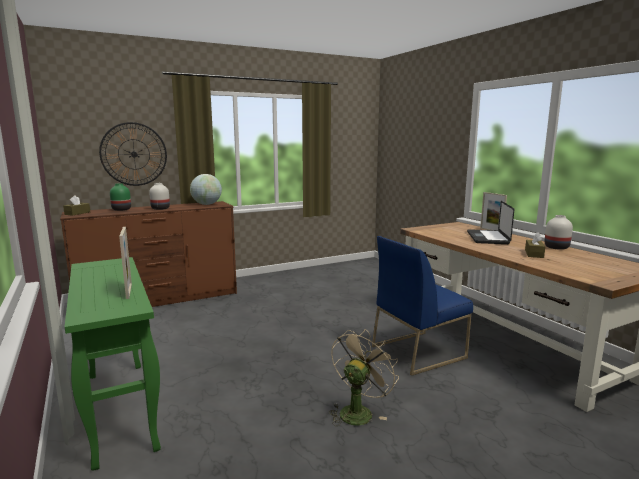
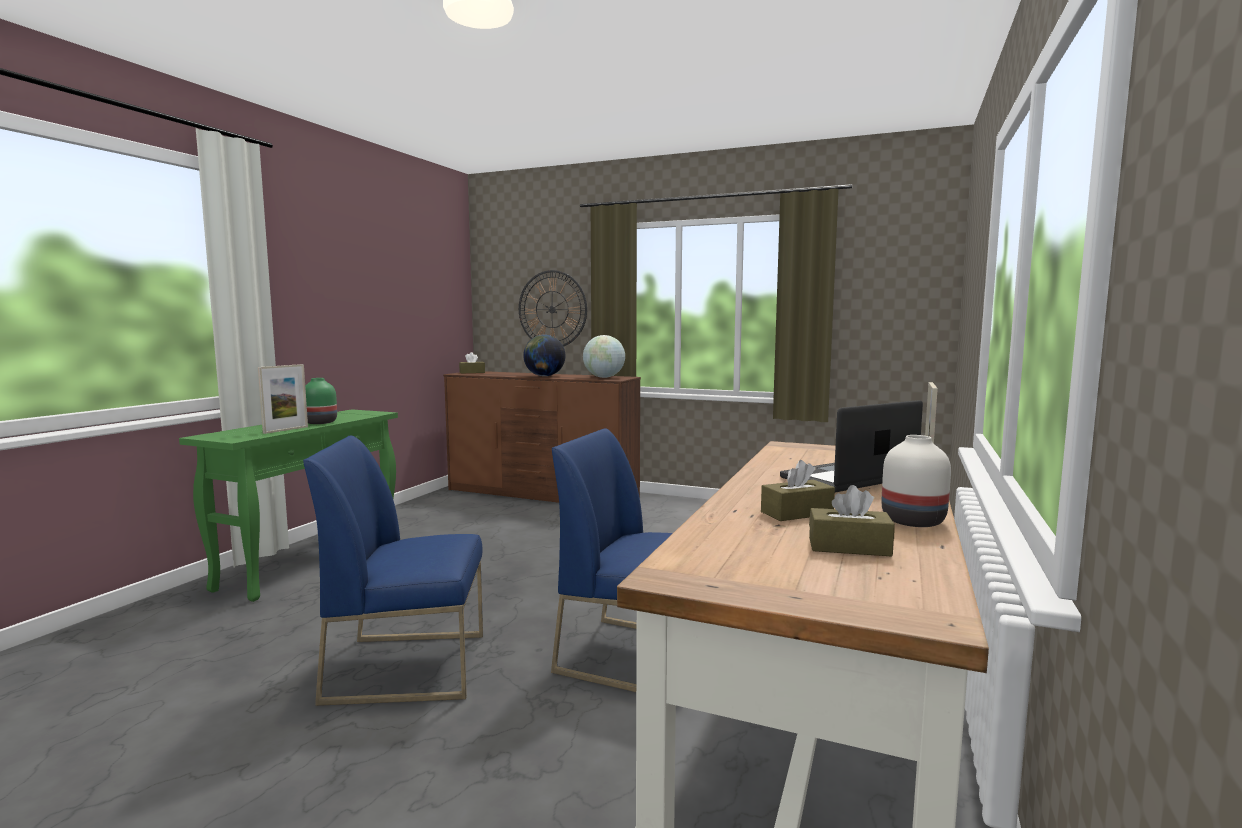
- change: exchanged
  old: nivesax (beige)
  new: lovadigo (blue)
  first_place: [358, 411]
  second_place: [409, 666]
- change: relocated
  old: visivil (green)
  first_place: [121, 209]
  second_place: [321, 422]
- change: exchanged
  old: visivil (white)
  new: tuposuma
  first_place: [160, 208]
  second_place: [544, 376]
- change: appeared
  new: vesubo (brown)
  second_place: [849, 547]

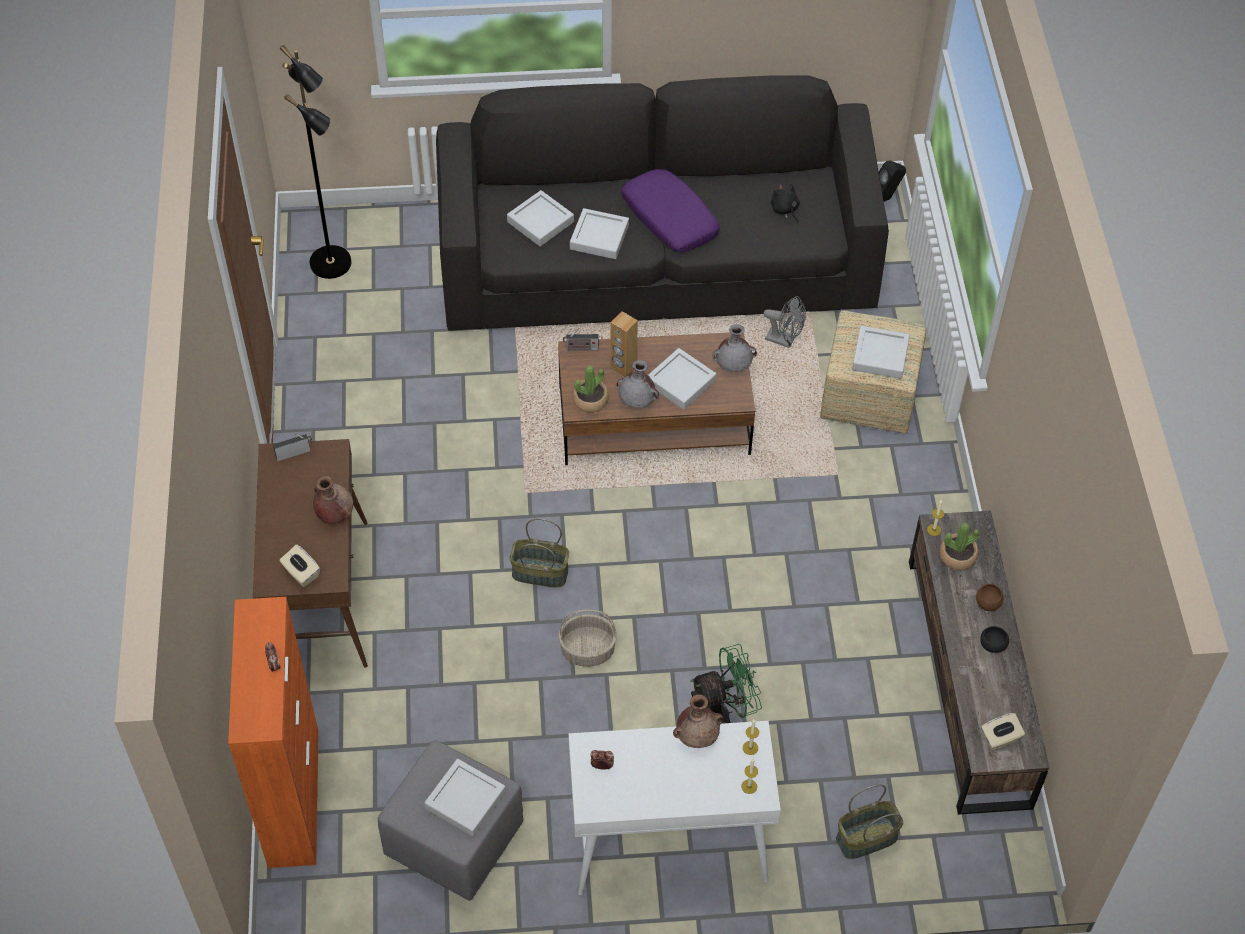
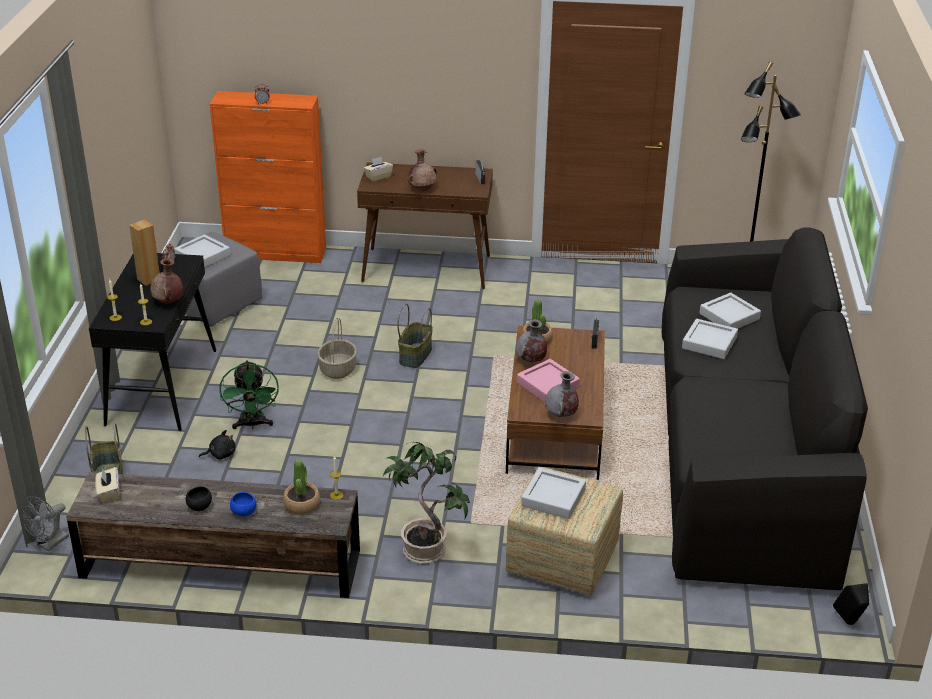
- change: relocated
  old: nivesax (grey)
  first_place: [784, 340]
  second_place: [50, 544]
- change: colour
  old: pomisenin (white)
  new: pomisenin (black)
  first_place: [667, 842]
  second_place: [162, 386]
- change: relocated
  old: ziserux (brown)
  first_place: [623, 368]
  second_place: [148, 279]
- change: relocated
  old: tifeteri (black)
  first_place: [785, 210]
  second_place: [220, 454]
- change: colour
  old: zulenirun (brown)
  new: zulenirun (blue)
  first_place: [987, 604]
  second_place: [244, 512]
- change: appeared
  new: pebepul
  second_place: [426, 549]
- change: colour
  old: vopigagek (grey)
  new: vopigagek (pink)
  first_place: [681, 382]
  second_place: [547, 385]
- change: missing
  old: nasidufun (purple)
  first_place: [669, 219]

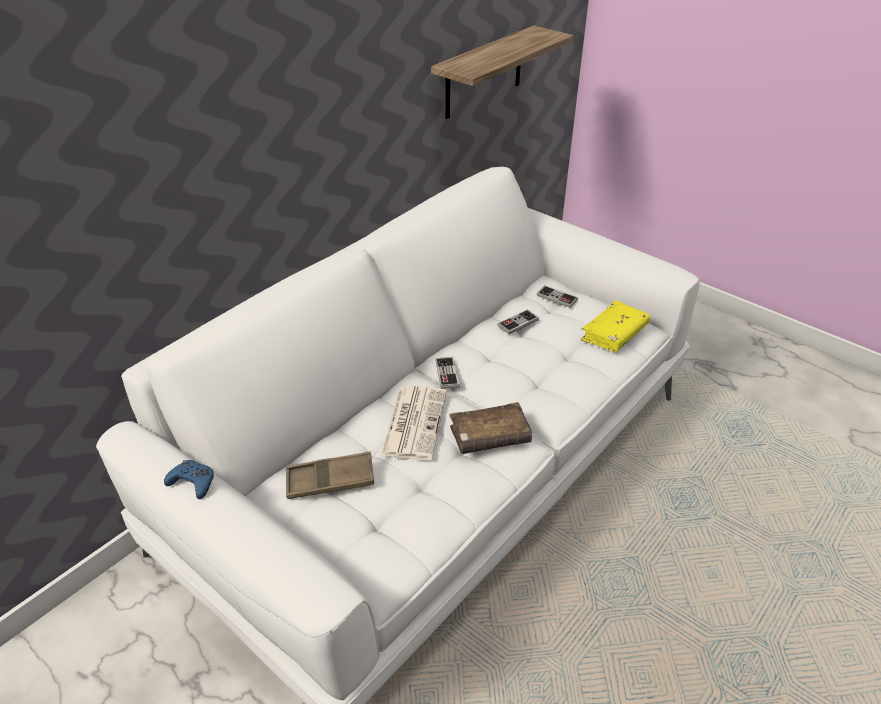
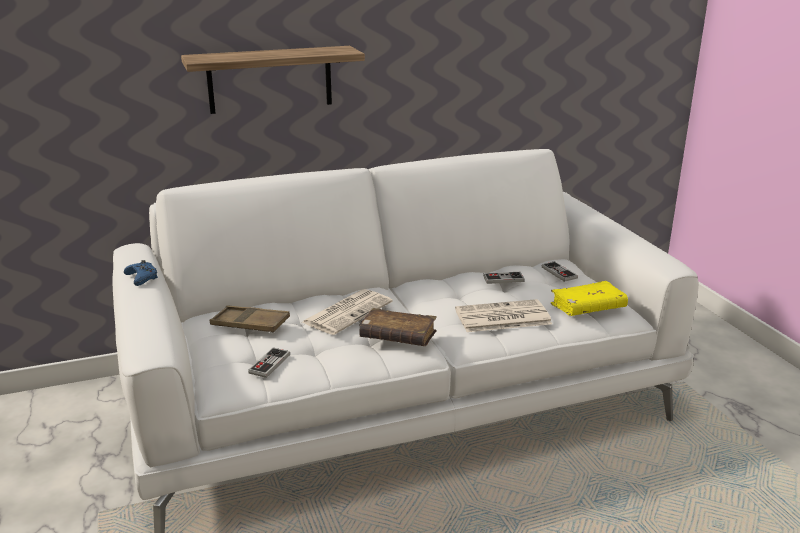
- change: relocated
  old: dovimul
  first_place: [484, 73]
  second_place: [270, 79]
- change: relocated
  old: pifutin
  first_place: [447, 374]
  second_place: [269, 364]
- change: appeared
  new: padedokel
  second_place: [501, 317]

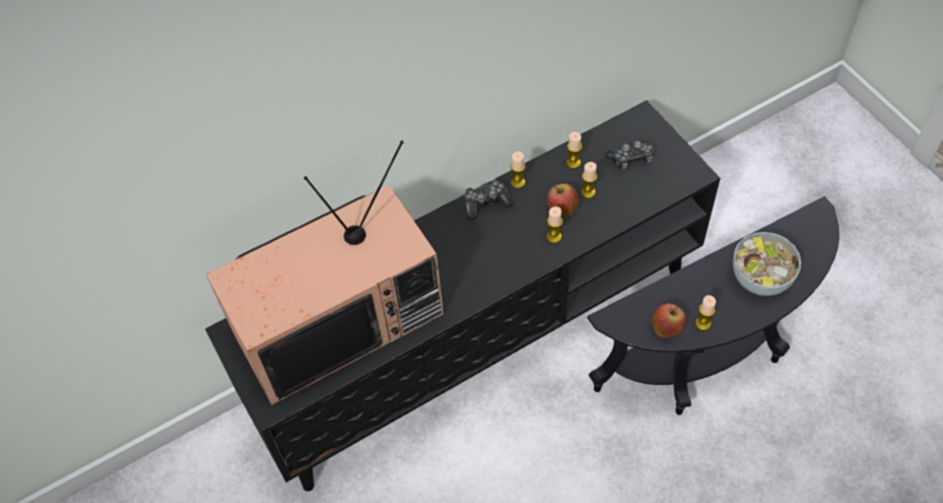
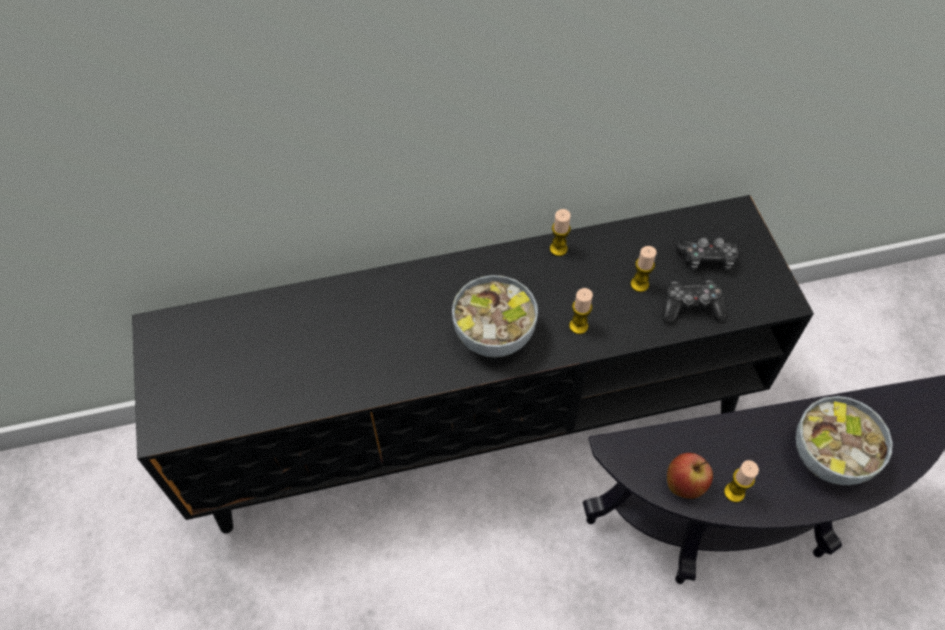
- change: appeared
  new: zulenirun
  second_place: [494, 334]
- change: relocated
  old: pifutin
  first_place: [486, 203]
  second_place: [691, 308]
- change: missing
  old: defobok
  first_place: [339, 319]
- change: missing
  old: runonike
  first_place: [562, 209]
- change: missing
  old: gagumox
  first_place: [573, 163]

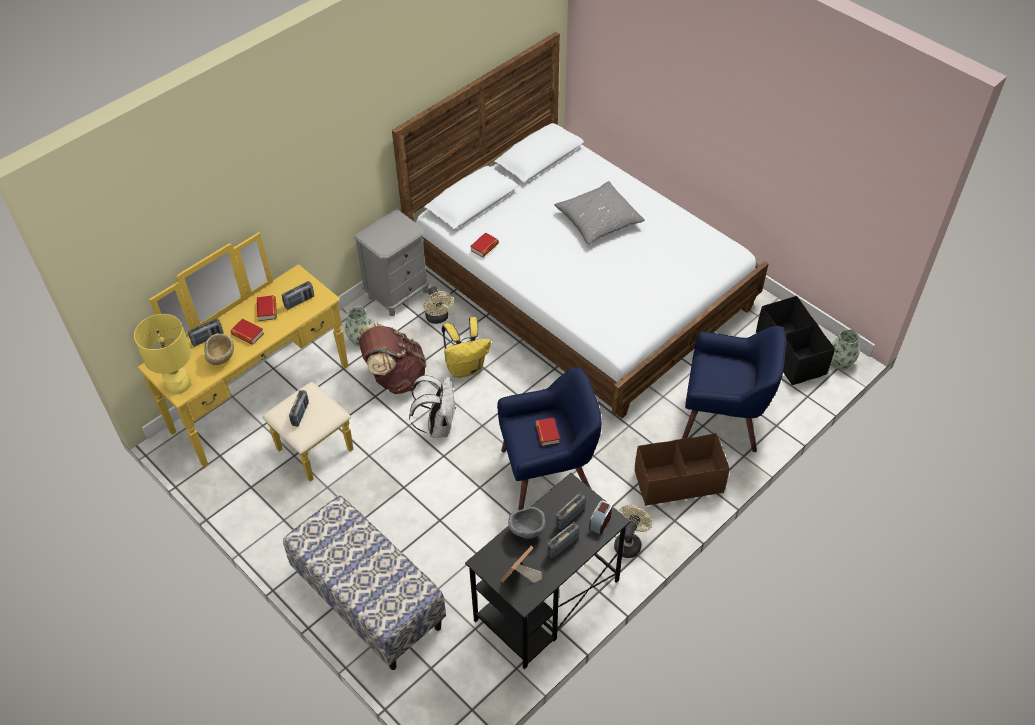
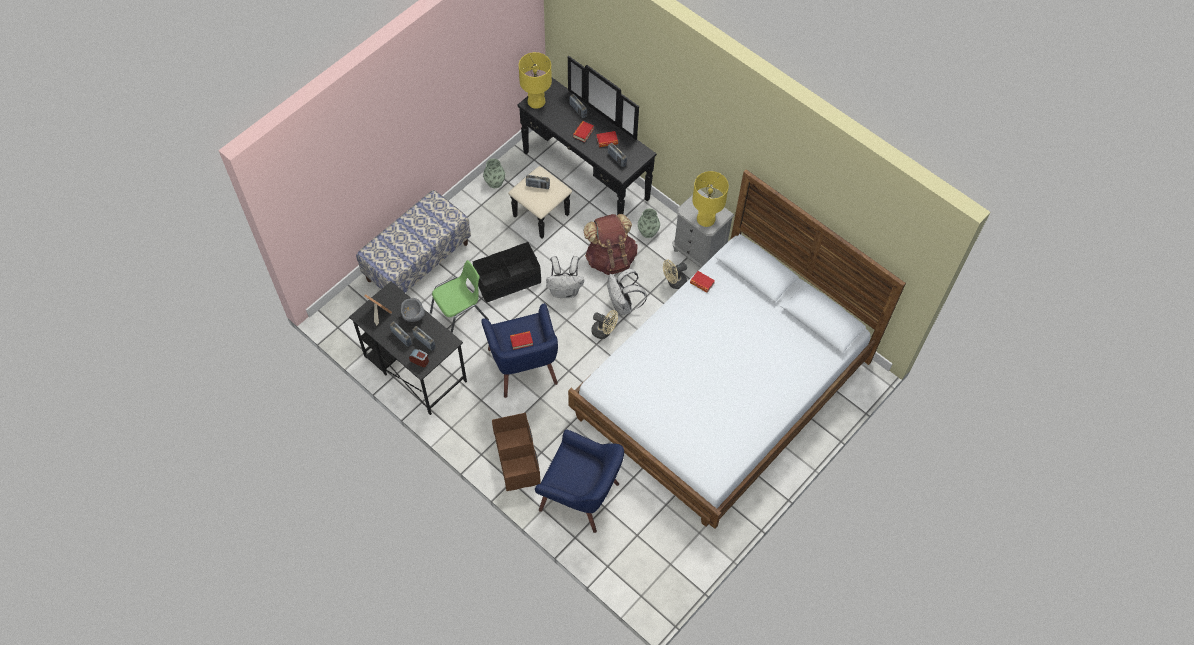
- change: appeared
  new: lovadigo (green)
  second_place: [460, 317]
- change: relocated
  old: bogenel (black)
  first_place: [791, 353]
  second_place: [508, 281]
- change: relocated
  old: visivil
  first_place: [840, 362]
  second_place: [495, 182]
- change: colour
  old: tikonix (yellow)
  new: tikonix (black)
  first_place: [273, 409]
  second_place: [576, 185]
- change: spun
  old: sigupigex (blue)
  first_place: [723, 418]
  second_place: [580, 496]
  degrees: -75
- change: relocated
  old: nivesax (beige)
  first_place: [629, 542]
  second_place: [604, 332]
- change: colour
  old: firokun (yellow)
  new: firokun (white)
  first_place: [466, 368]
  second_place: [623, 305]
- change: appeared
  new: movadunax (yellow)
  second_place: [706, 218]
- change: missing
  old: zulenirun (beige)
  first_place: [222, 358]
- change: missing
  old: nasidufun (grey)
  first_place: [598, 220]

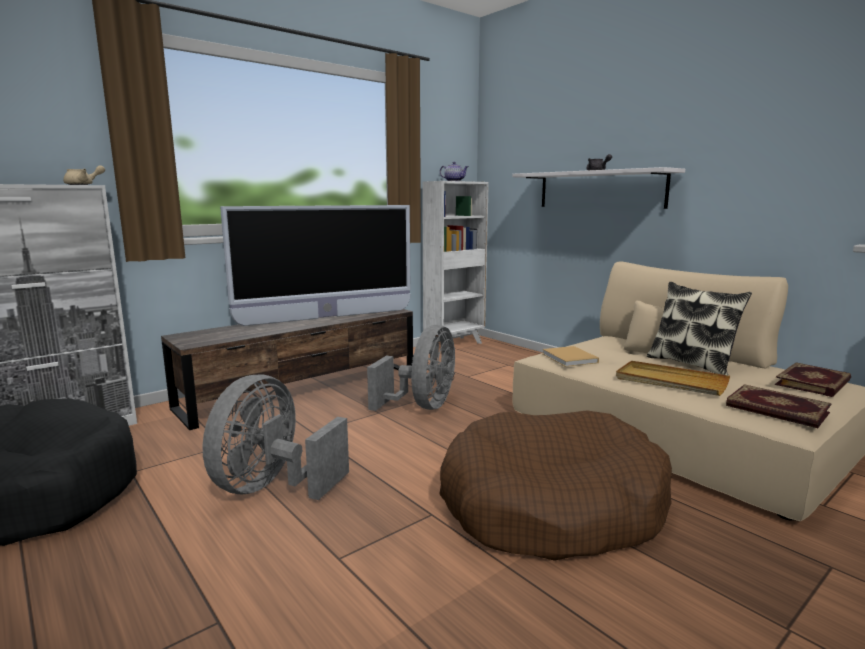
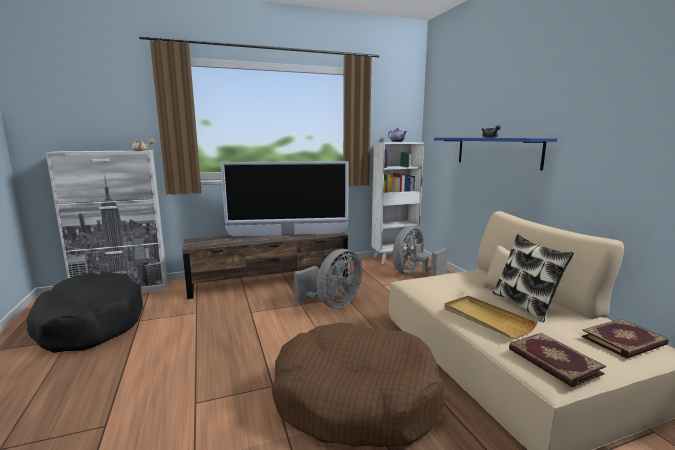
- change: relocated
  old: nivesax (grey)
  first_place: [273, 487]
  second_place: [414, 273]
- change: colour
  old: dovimul (white)
  new: dovimul (blue)
  first_place: [600, 189]
  second_place: [496, 151]
- change: missing
  old: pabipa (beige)
  first_place: [570, 359]

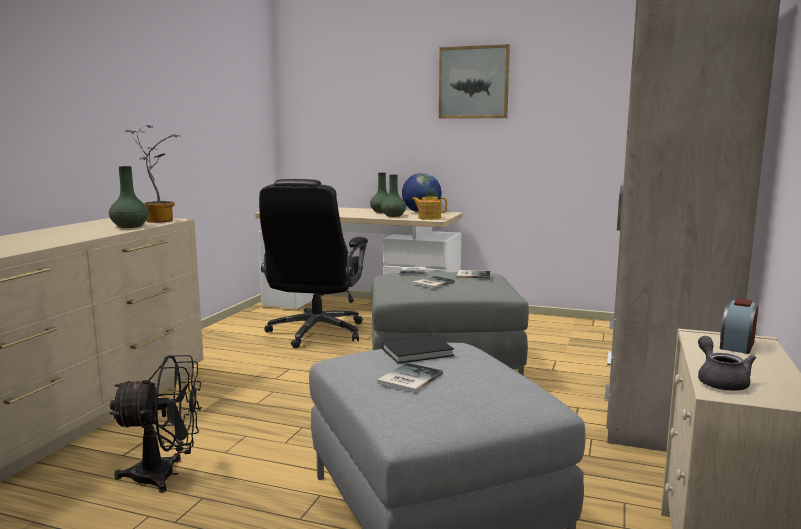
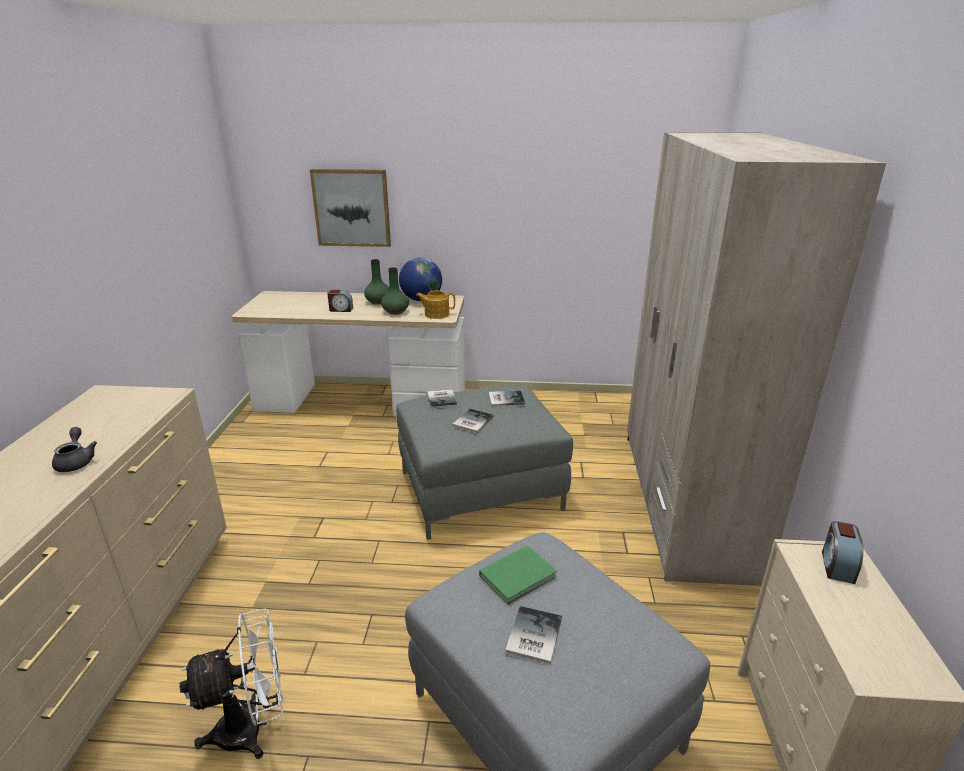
- change: relocated
  old: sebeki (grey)
  first_place: [720, 381]
  second_place: [76, 461]
- change: colour
  old: nivesax (black)
  new: nivesax (white)
  first_place: [165, 475]
  second_place: [252, 728]
- change: relocated
  old: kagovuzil
  first_place: [473, 82]
  second_place: [352, 208]
- change: appeared
  new: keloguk
  second_place: [341, 309]
- change: colour
  old: pabipa (black)
  new: pabipa (green)
  first_place: [419, 352]
  second_place: [520, 576]
- change: missing
  old: visivil (green)
  first_place: [129, 226]
- change: missing
  old: pebepul
  first_place: [158, 220]
- change: missing
  old: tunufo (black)
  first_place: [316, 333]

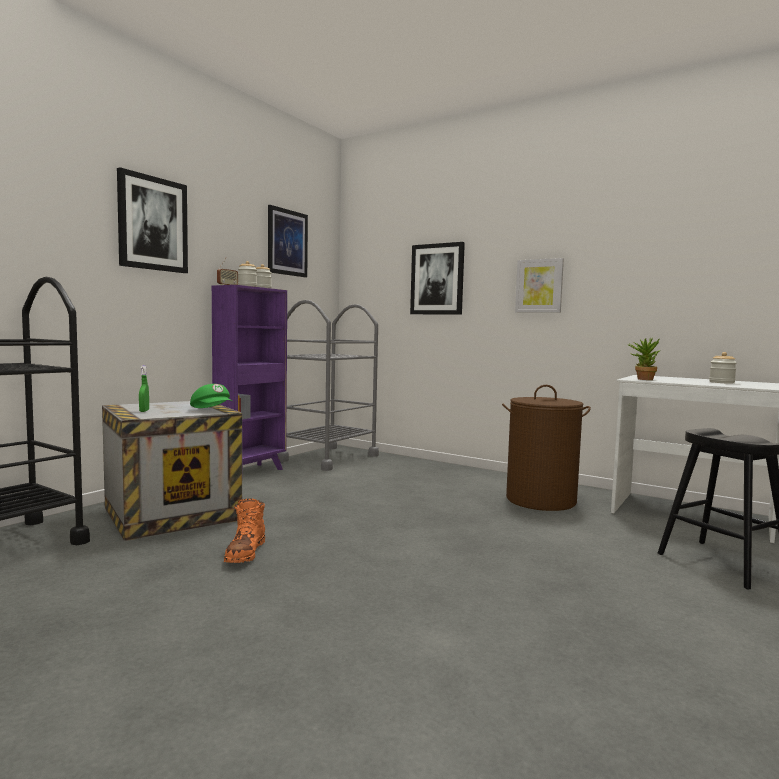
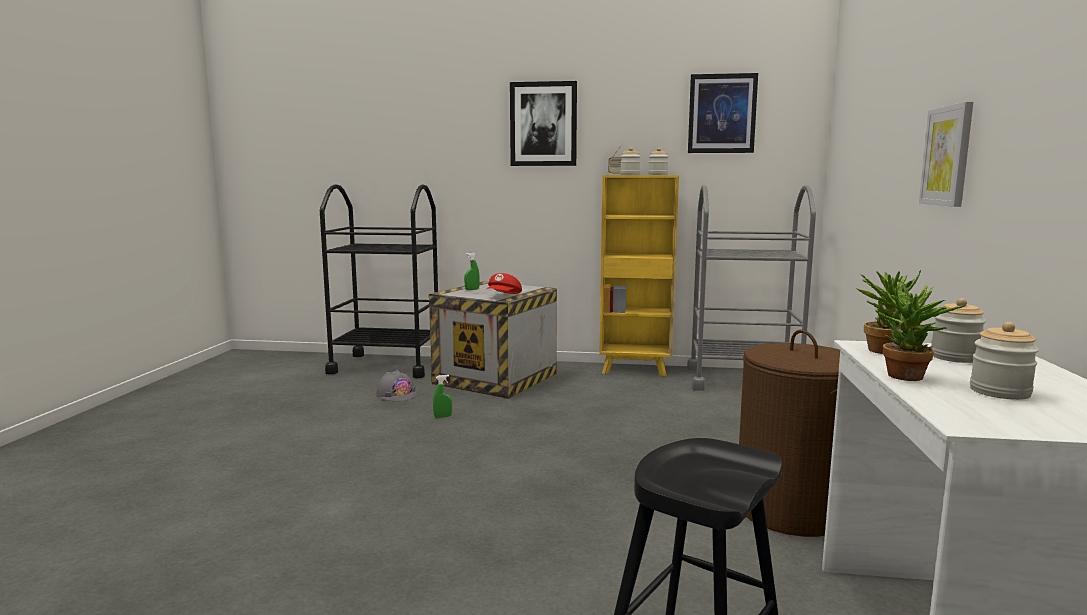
- change: appeared
  new: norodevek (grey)
  second_place: [396, 394]
- change: exchanged
  old: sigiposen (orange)
  new: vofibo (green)
  first_place: [245, 553]
  second_place: [443, 417]
- change: colour
  old: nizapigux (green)
  new: nizapigux (red)
  first_place: [212, 410]
  second_place: [504, 296]
- change: colour
  old: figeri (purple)
  new: figeri (yellow)
  first_place: [251, 472]
  second_place: [635, 370]
- change: appeared
  new: pebepul
  second_place: [909, 378]
- change: appeared
  new: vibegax
  second_place: [955, 357]
- change: missing
  old: kagovuzil
  first_place: [437, 279]

